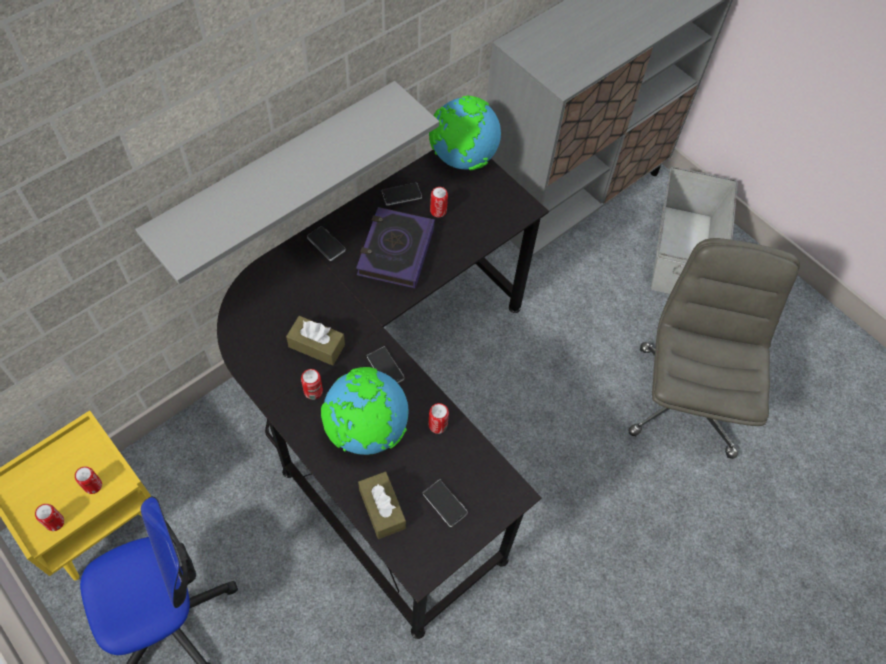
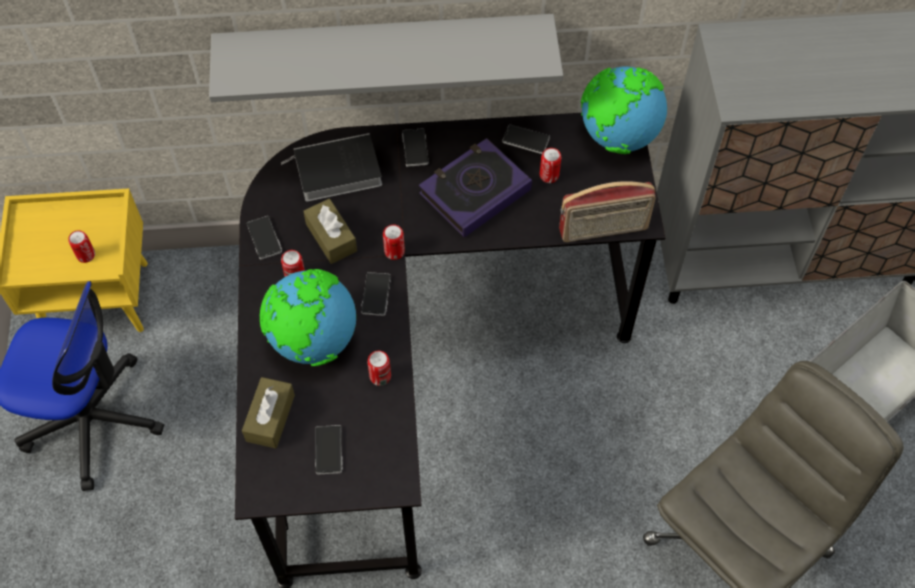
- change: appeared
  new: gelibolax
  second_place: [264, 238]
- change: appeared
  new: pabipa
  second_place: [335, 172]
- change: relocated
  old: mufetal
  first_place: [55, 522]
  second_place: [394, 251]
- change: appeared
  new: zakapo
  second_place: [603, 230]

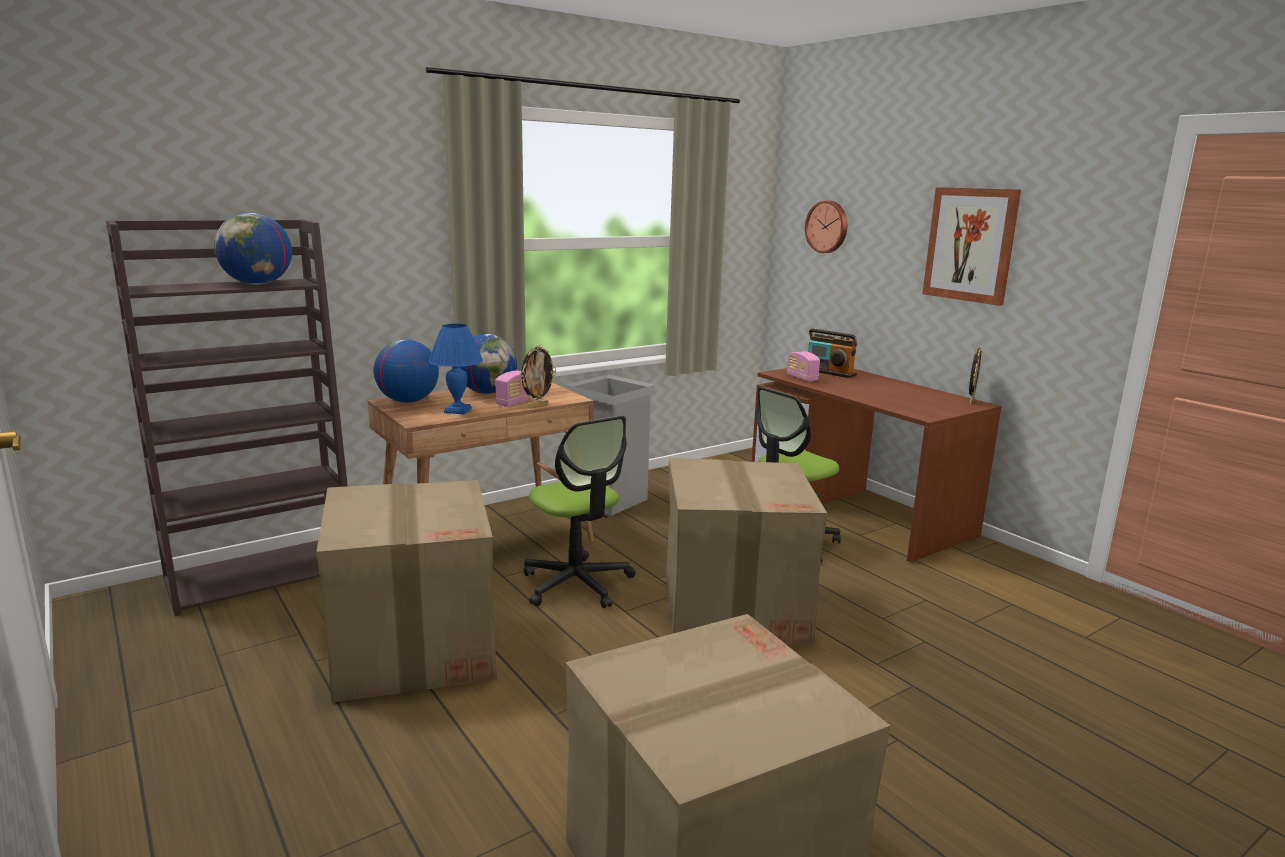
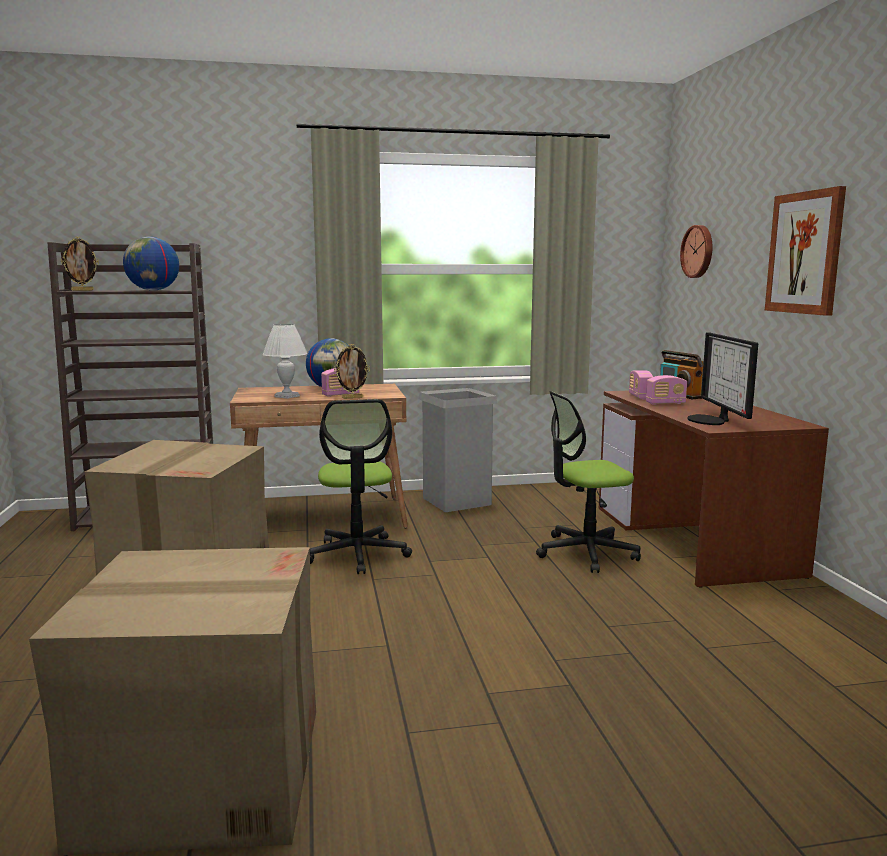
- change: relocated
  old: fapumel
  first_place: [970, 402]
  second_place: [82, 290]
- change: colour
  old: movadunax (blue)
  new: movadunax (white)
  first_place: [457, 410]
  second_place: [287, 396]
- change: appeared
  new: zakapo
  second_place: [665, 403]
- change: appeared
  new: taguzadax
  second_place: [711, 420]
- change: missing
  old: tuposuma
  first_place: [408, 401]
- change: missing
  old: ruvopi
  first_place: [734, 607]

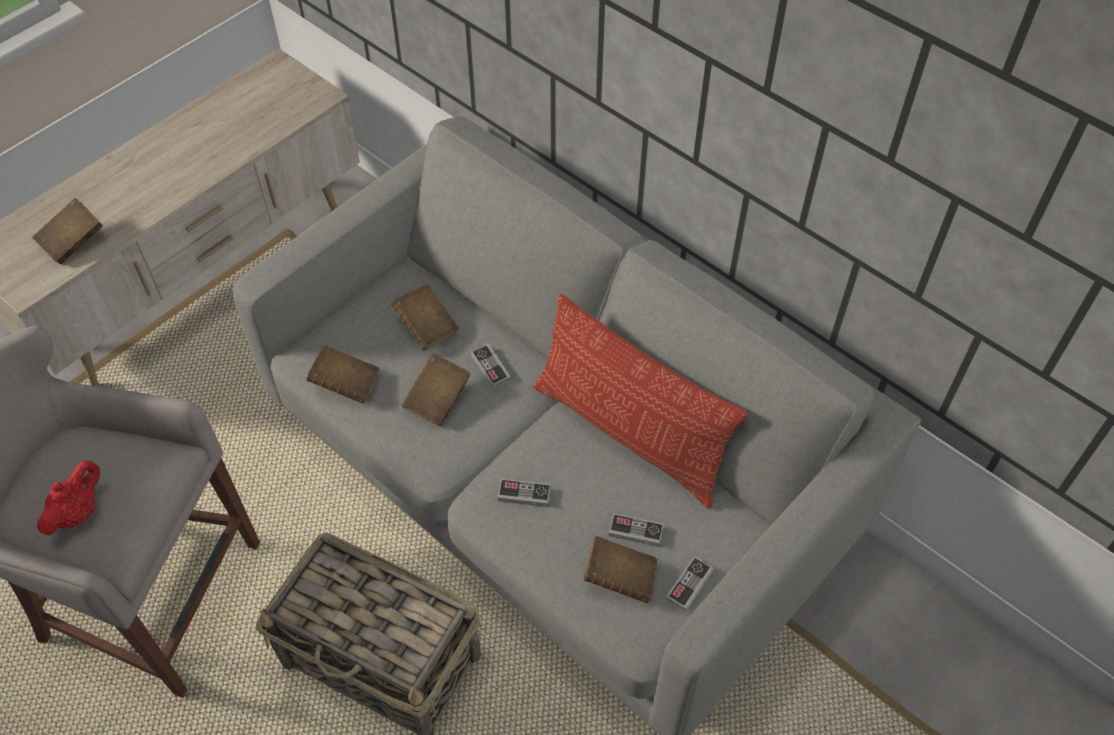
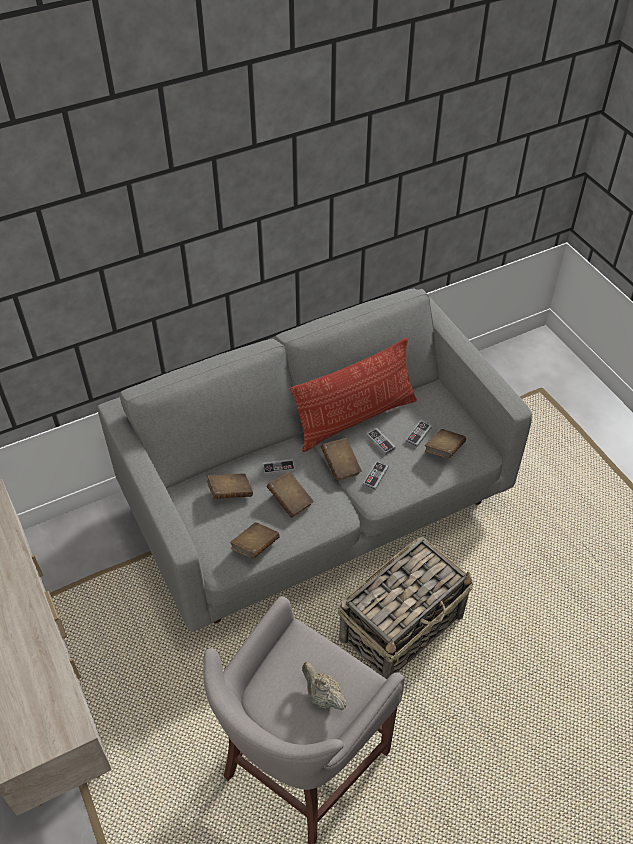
- change: colour
  old: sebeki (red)
  new: sebeki (beige)
  first_place: [78, 512]
  second_place: [322, 696]
- change: relocated
  old: pabipa (brown)
  first_place: [73, 242]
  second_place: [340, 466]
- change: relocated
  old: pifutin
  first_place: [689, 585]
  second_place: [380, 442]

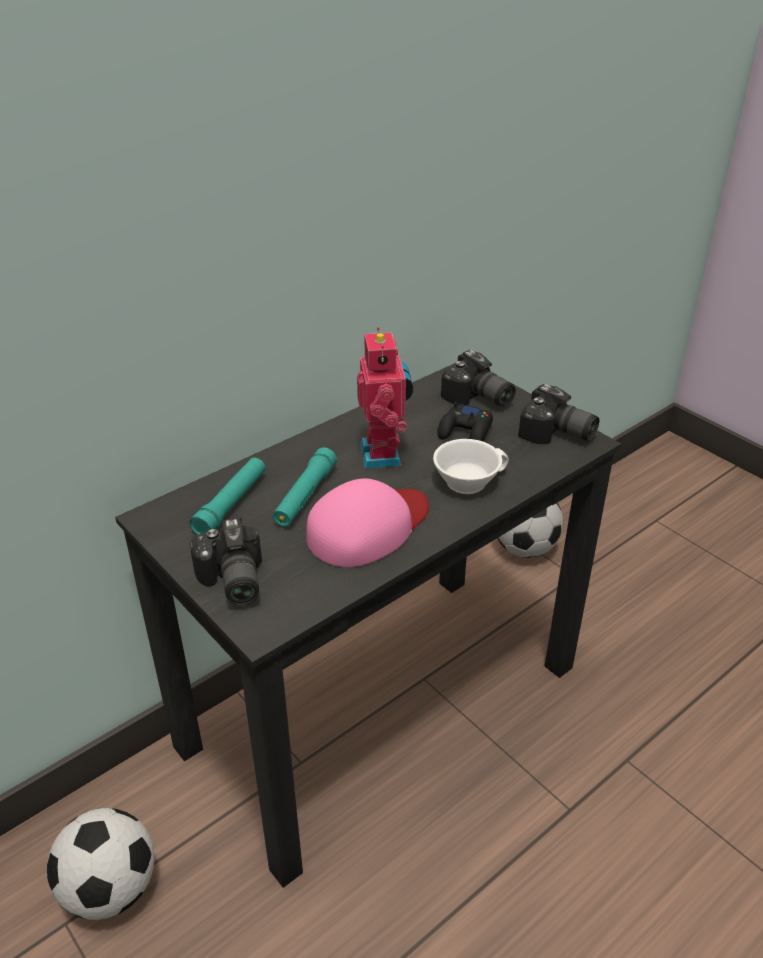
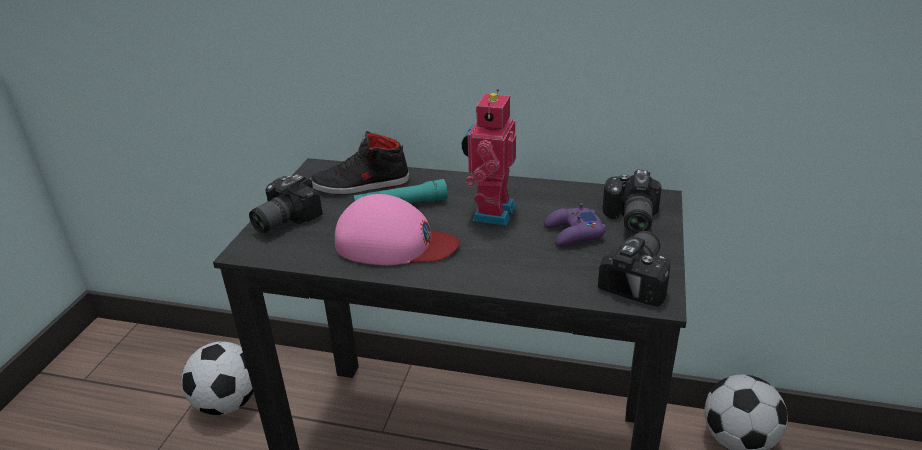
- change: exchanged
  old: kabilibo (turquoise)
  new: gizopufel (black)
  first_place: [231, 504]
  second_place: [361, 185]
- change: spun
  old: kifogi
  first_place: [384, 454]
  second_place: [490, 212]
  degrees: 150
- change: colour
  old: pifutin (black)
  new: pifutin (purple)
  first_place: [465, 431]
  second_place: [573, 233]
- change: spun
  old: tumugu
  first_place: [557, 434]
  second_place: [640, 279]
  degrees: -150
- change: missing
  old: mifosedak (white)
  first_place: [466, 480]

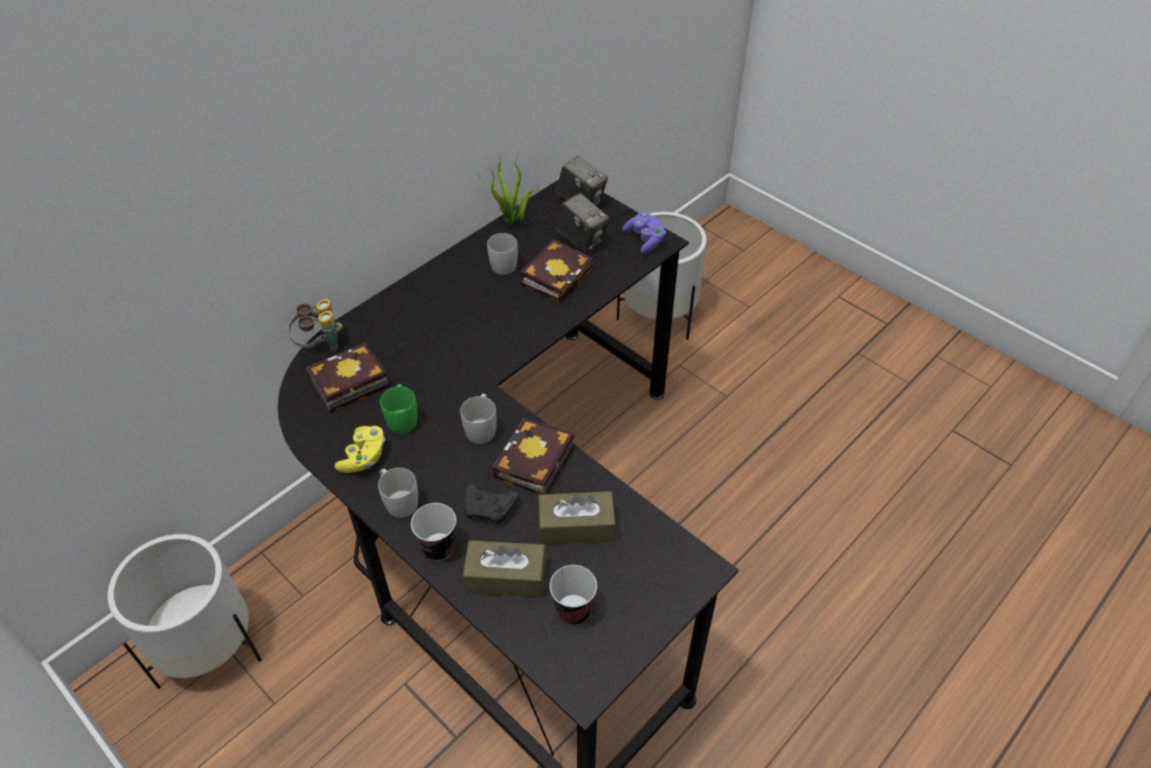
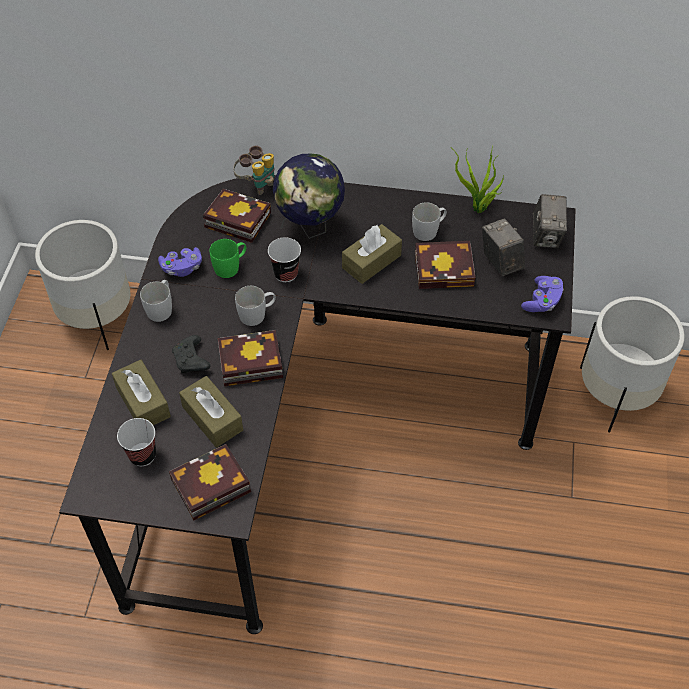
- change: colour
  old: pifutin (yellow)
  new: pifutin (purple)
  first_place: [364, 457]
  second_place: [182, 268]
- change: appeared
  new: pabipa
  second_place: [208, 488]
- change: relocated
  old: mifosedak
  first_place: [439, 548]
  second_place: [286, 273]
- change: appeared
  new: tuposuma
  second_place: [310, 227]
- change: appeared
  new: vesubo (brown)
  second_place: [371, 261]
- change: spun
  old: tumugu
  first_place: [581, 240]
  second_place: [500, 262]
  degrees: 150

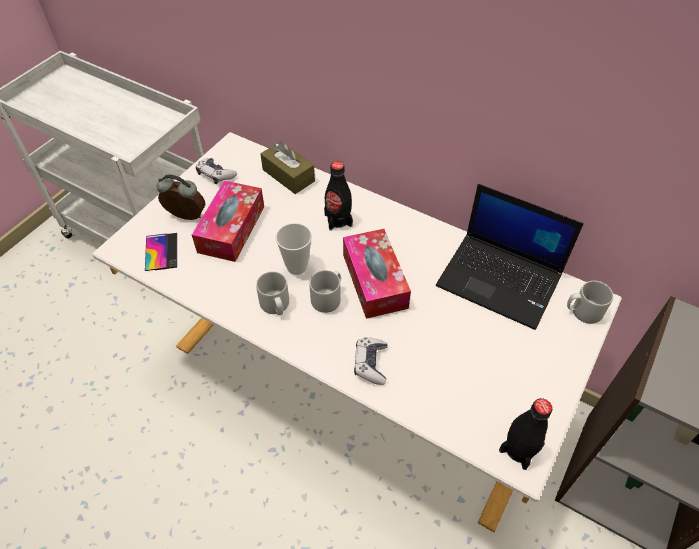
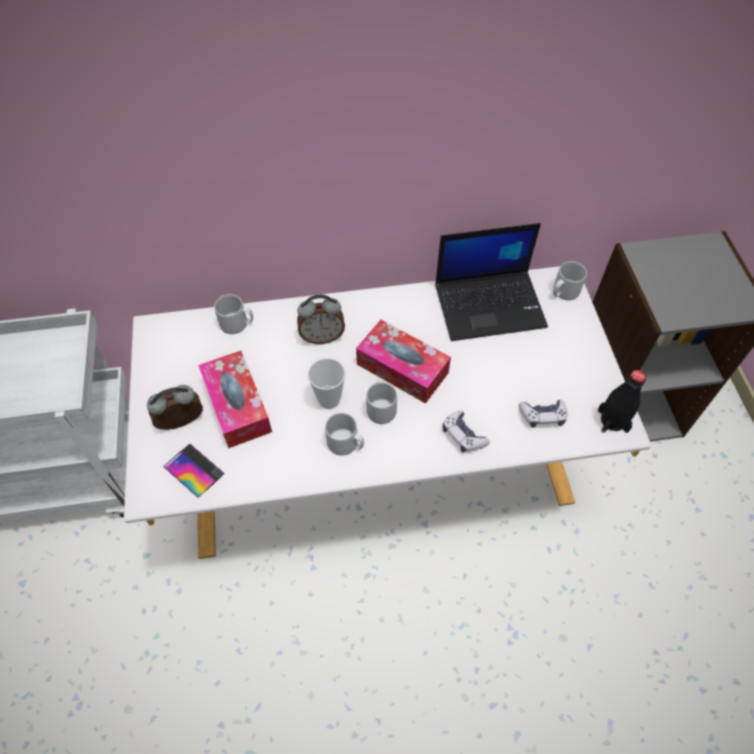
- change: exchanged
  old: vesubo (brown)
  new: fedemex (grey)
  first_place: [288, 175]
  second_place: [237, 324]
- change: exchanged
  old: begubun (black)
  new: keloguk
  first_place: [338, 220]
  second_place: [322, 336]
- change: relocated
  old: pifutin
  first_place: [216, 175]
  second_place: [542, 416]

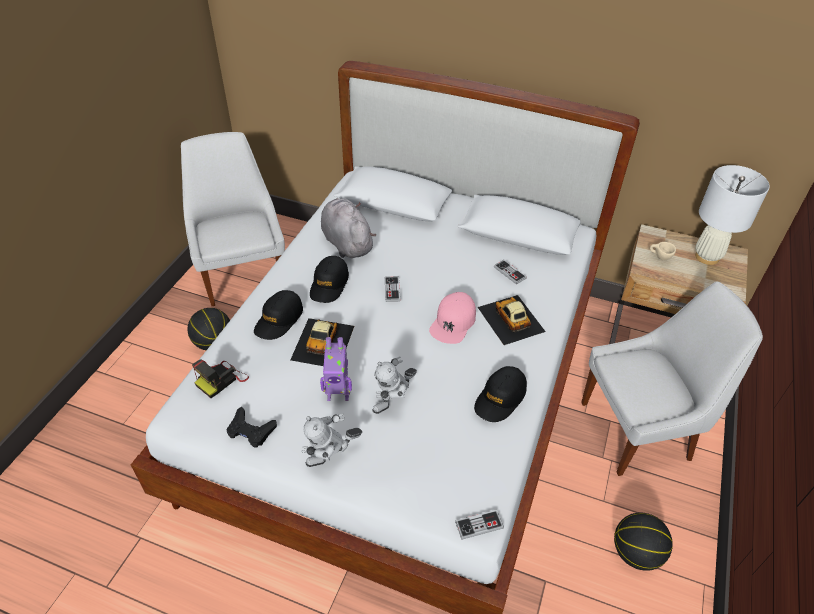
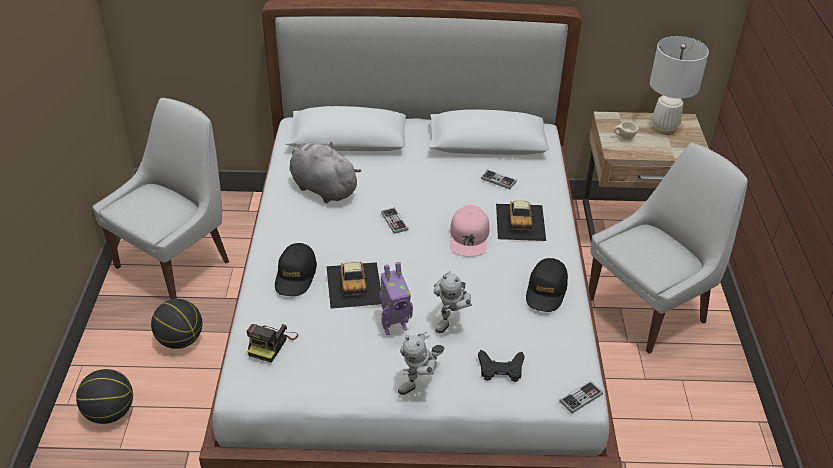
- change: relocated
  old: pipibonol
  first_place: [636, 553]
  second_place: [110, 413]
- change: spun
  old: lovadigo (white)
  first_place: [243, 274]
  second_place: [176, 262]
  degrees: 75
- change: relocated
  old: pifutin (black)
  first_place: [250, 430]
  second_place: [500, 369]
- change: spun
  old: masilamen
  first_place: [510, 319]
  second_place: [520, 221]
  degrees: -135
- change: missing
  old: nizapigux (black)
  first_place: [329, 284]

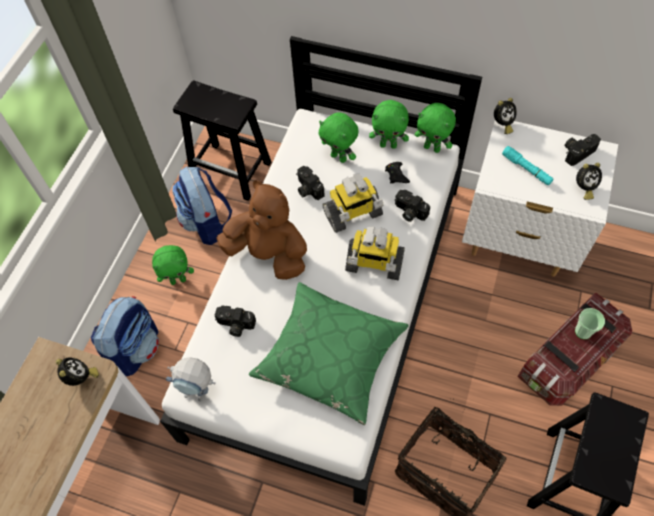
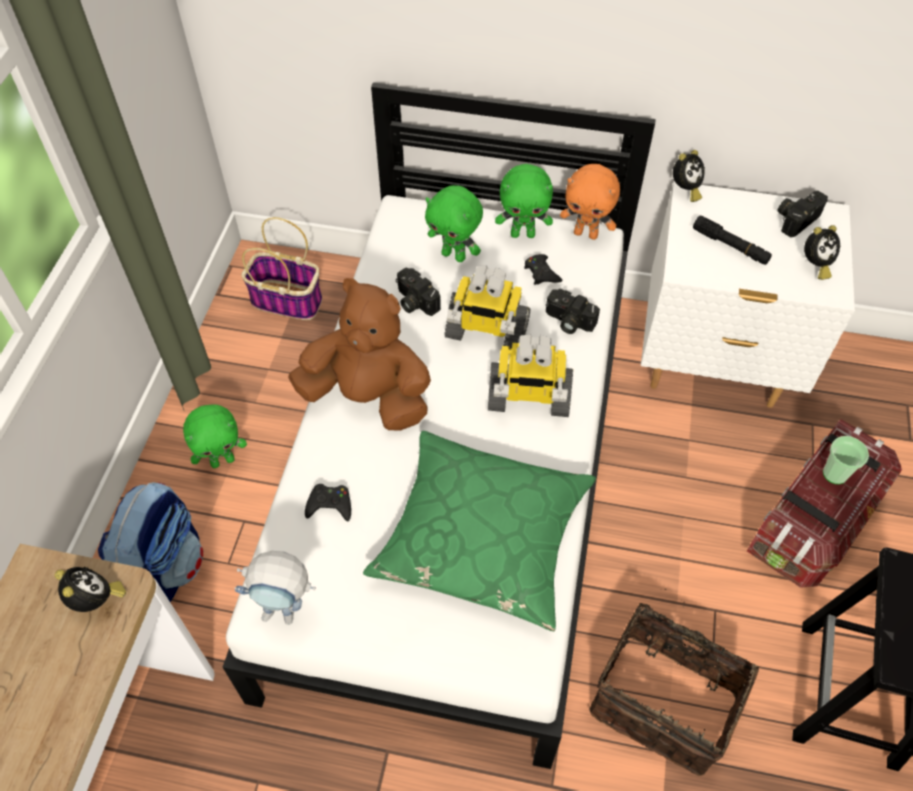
- change: exchanged
  old: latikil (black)
  new: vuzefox
  first_place: [232, 171]
  second_place: [288, 300]
- change: exchanged
  old: tumugu
  new: pifutin (black)
  first_place: [235, 325]
  second_place: [330, 505]
- change: spun
  old: kifogi
  first_place: [352, 214]
  second_place: [486, 331]
  degrees: 45
- change: colour
  old: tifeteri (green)
  new: tifeteri (orange)
  first_place: [432, 148]
  second_place: [586, 234]
- change: colour
  old: kabilibo (turquoise)
  new: kabilibo (black)
  first_place: [526, 169]
  second_place: [730, 246]
- change: missing
  old: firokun
  first_place: [207, 223]

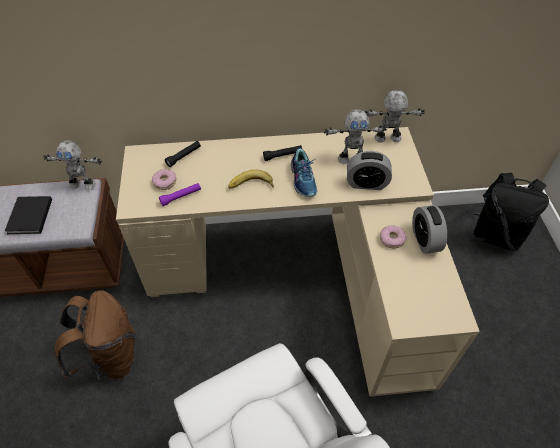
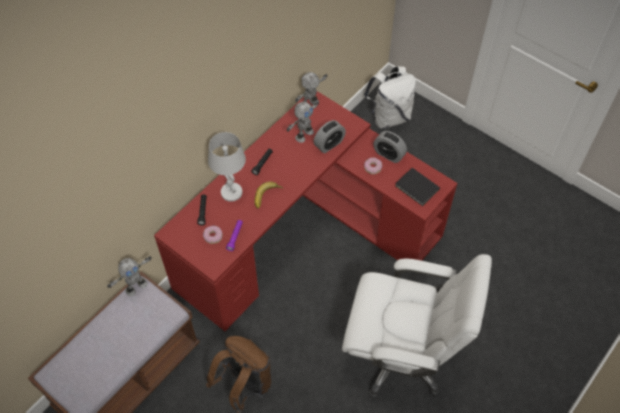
- change: colour
  old: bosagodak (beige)
  new: bosagodak (red)
  first_place: [302, 274]
  second_place: [303, 235]
- change: appeared
  new: movadunax (white)
  second_place: [232, 192]
- change: colour
  old: firokun (black)
  new: firokun (white)
  first_place: [496, 235]
  second_place: [389, 117]
- change: relocated
  old: pabipa (black)
  first_place: [29, 217]
  second_place: [417, 188]
- change: missing
  old: gizopufel
  first_place: [303, 179]

